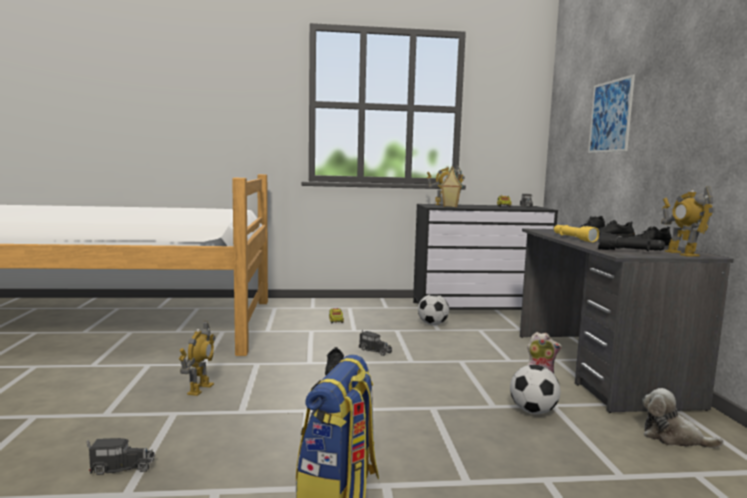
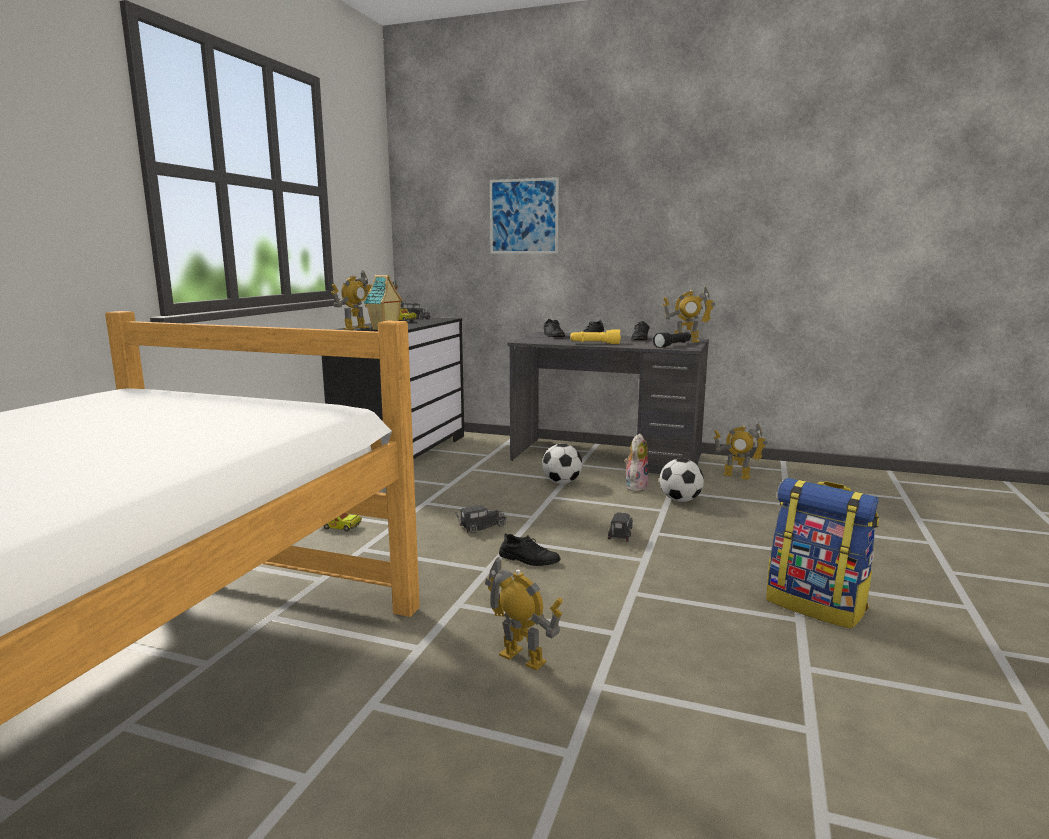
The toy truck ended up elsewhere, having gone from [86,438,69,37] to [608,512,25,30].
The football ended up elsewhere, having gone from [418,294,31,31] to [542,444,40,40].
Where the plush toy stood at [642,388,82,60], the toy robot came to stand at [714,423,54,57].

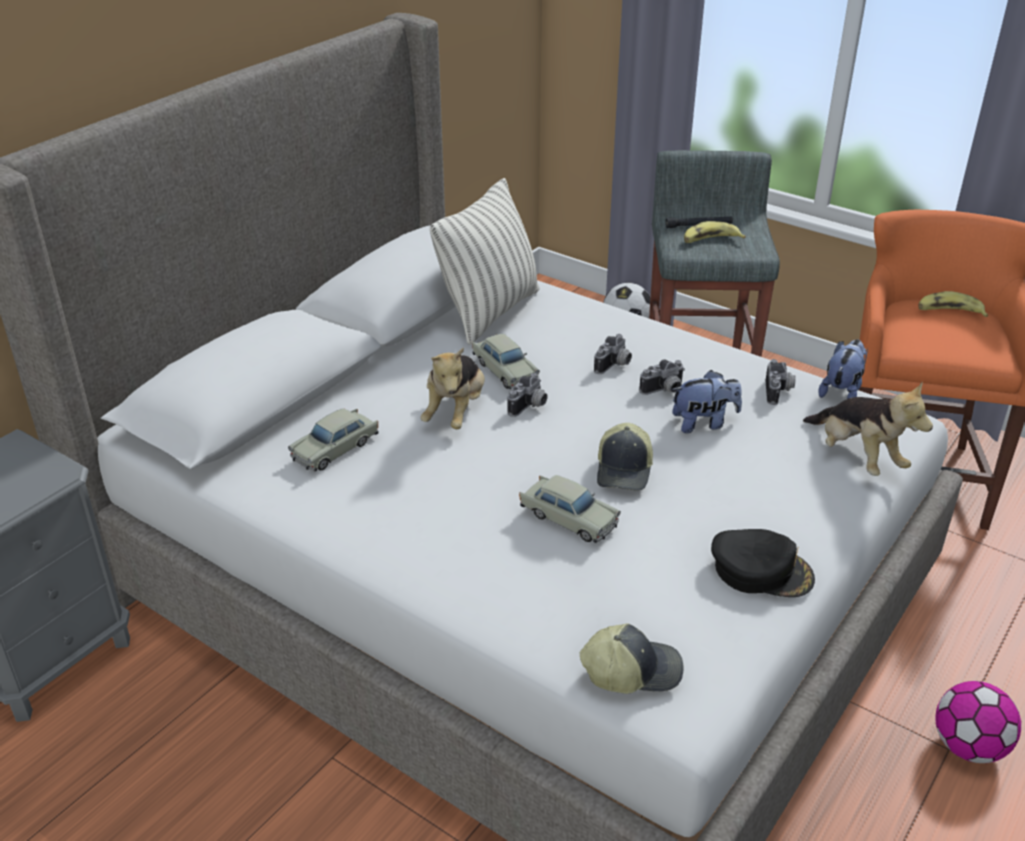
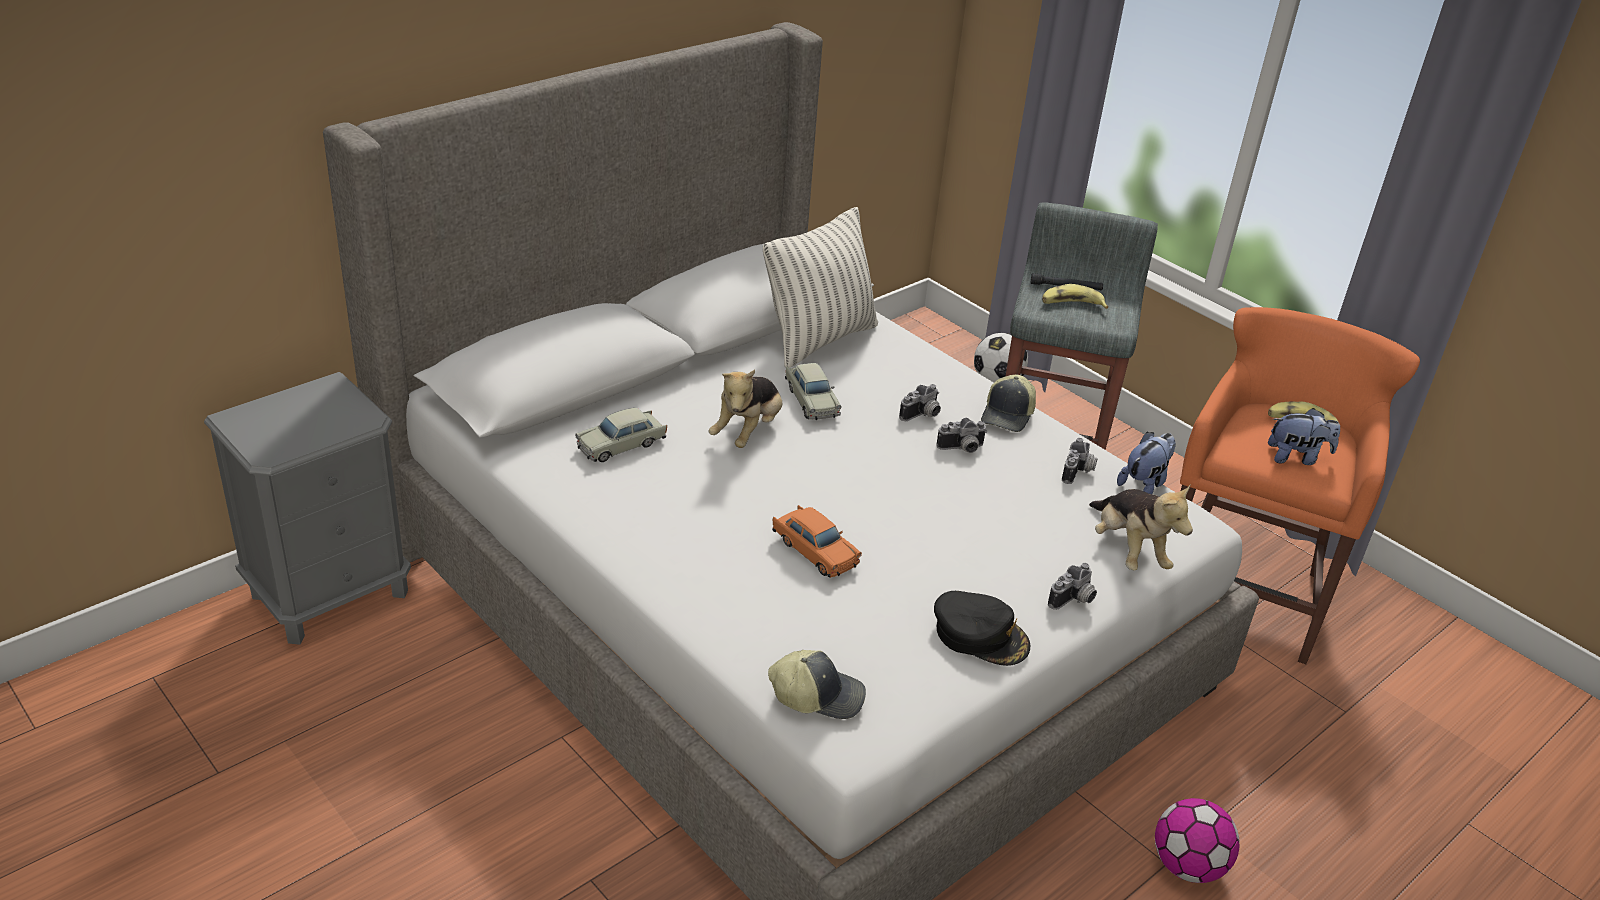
The photo camera ended up elsewhere, having gone from [507,373,41,44] to [1048,563,49,47].
The cap ended up elsewhere, having gone from [597,423,56,68] to [981,375,55,57].
The plush toy ended up elsewhere, having gone from [672,370,70,63] to [1268,408,72,57].
What was the toy car (beige) at [519,475,102,68] turned into the toy car (orange) at [772,505,90,73].

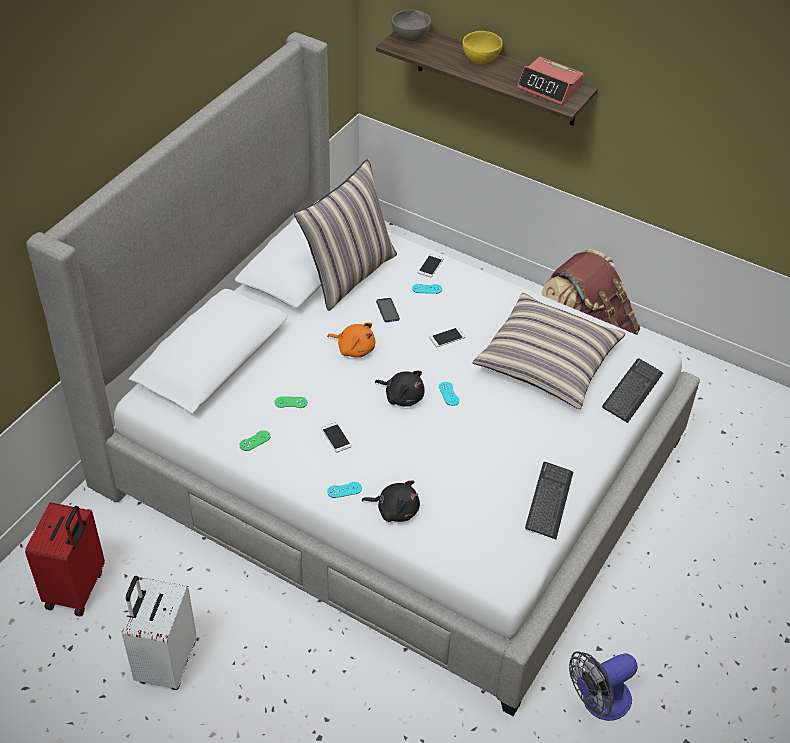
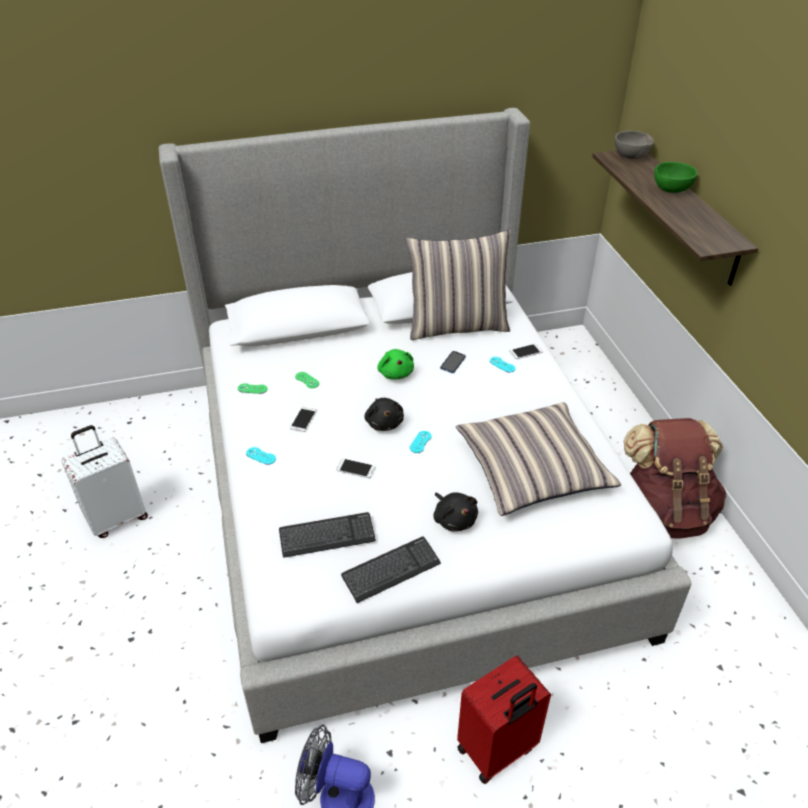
The second view lost the alarm clock at [517,57,66,49].
The suitcase (red) ended up elsewhere, having gone from [25,502,80,114] to [457,656,94,128].
The plush toy (black) ended up elsewhere, having gone from [362,480,58,42] to [434,492,44,40].
The phone ended up elsewhere, having gone from [429,327,36,20] to [336,458,39,20].
The keyboard ended up elsewhere, having gone from [602,358,61,65] to [279,512,97,46].
What was the plush toy (orange) at [327,322,48,36] turned into the plush toy (green) at [377,349,37,31].
What was the bowl (yellow) at [462,31,41,33] turned into the bowl (green) at [654,162,43,31].

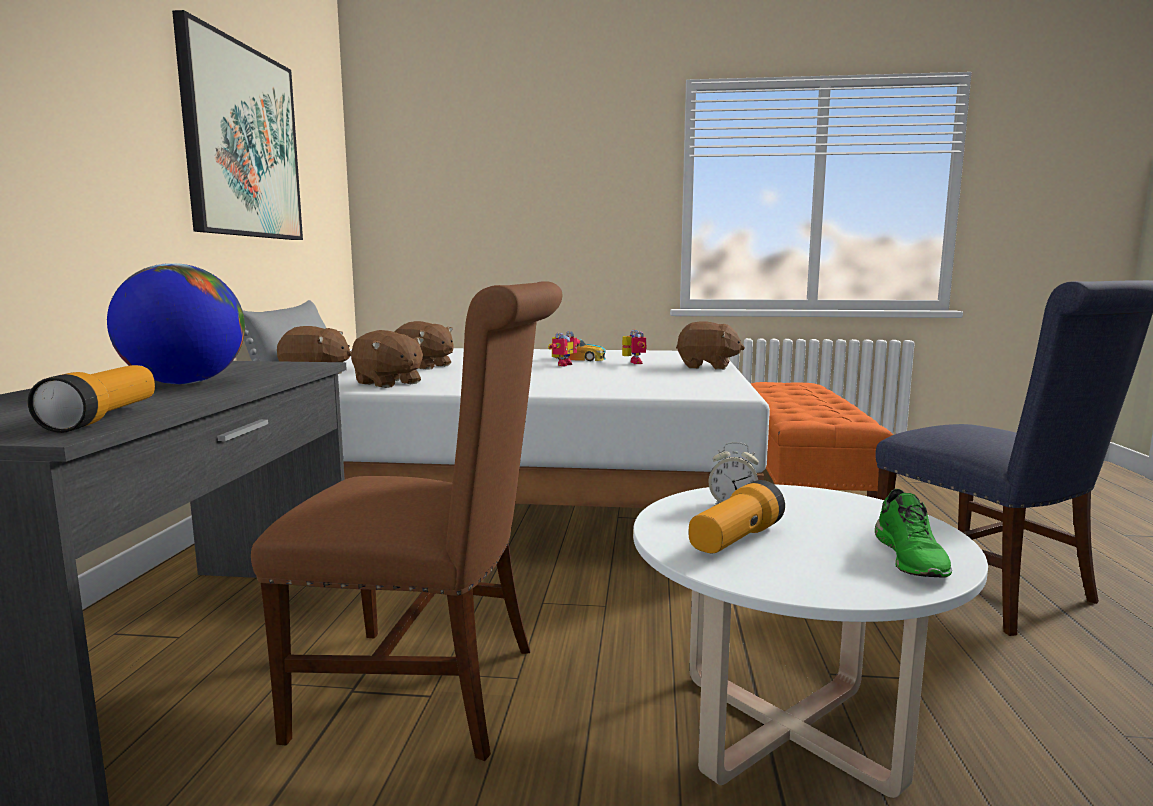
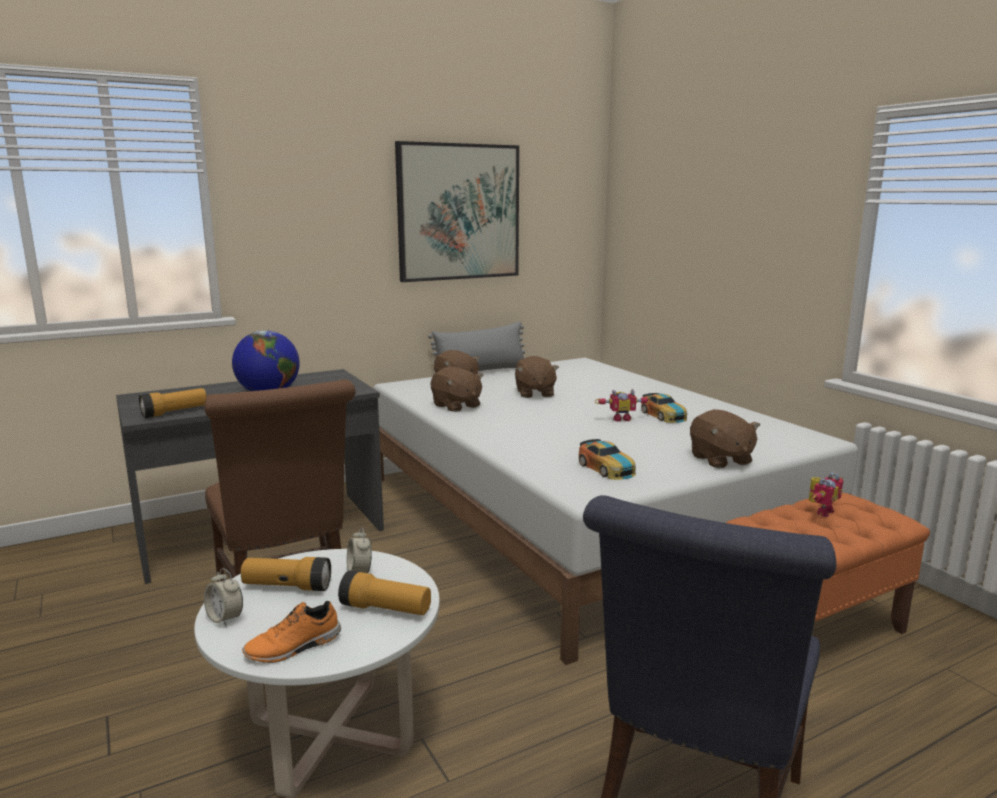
The second view gained the alarm clock at [204,568,39,58].
The second view gained the flashlight at [338,571,93,44].
The second view gained the toy car at [579,439,57,41].
The toy robot ended up elsewhere, having gone from [622,330,25,34] to [809,472,34,45].
What was the shoe (green) at [875,489,77,88] turned into the shoe (orange) at [242,601,99,62].
The plush toy (brown) at [351,330,73,58] ended up facing another way, 45 degrees counterclockwise from before.

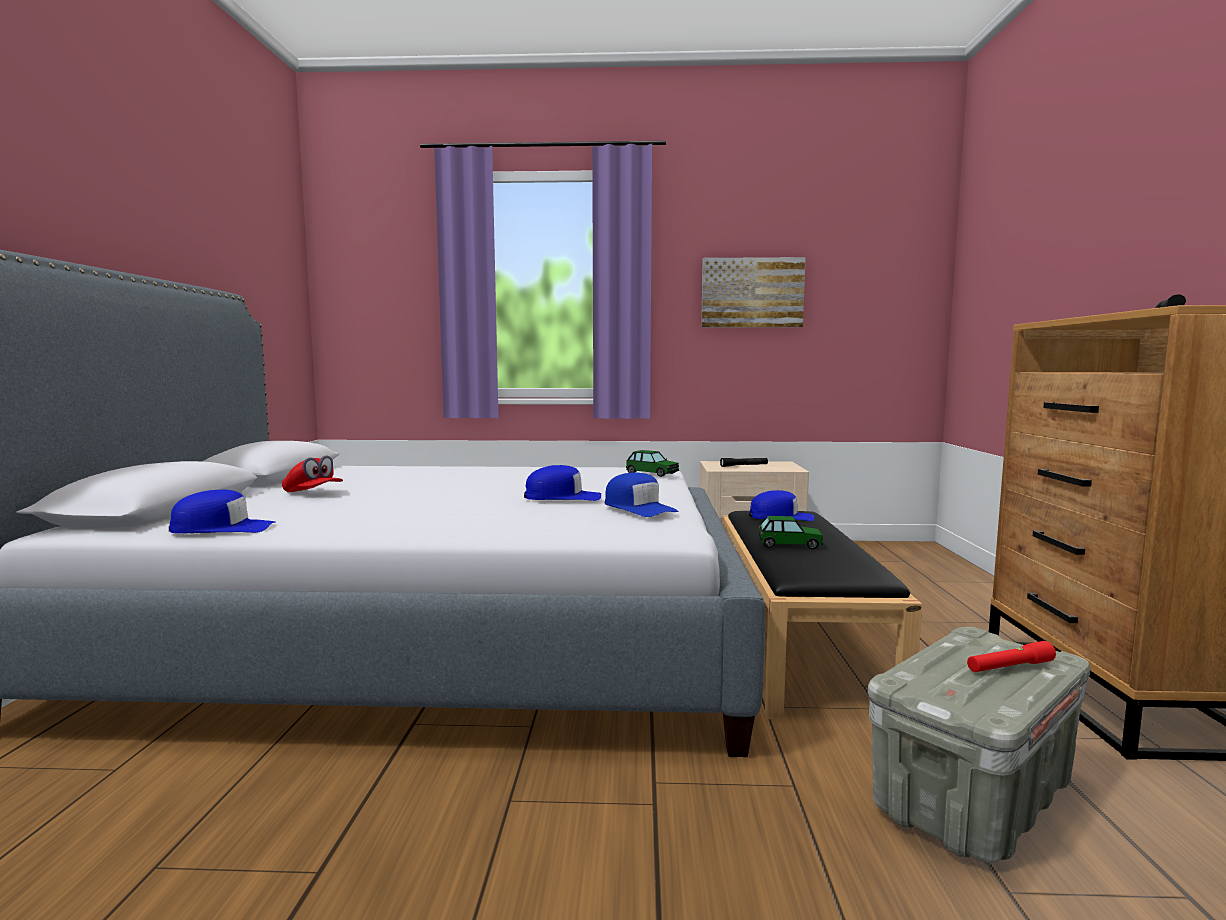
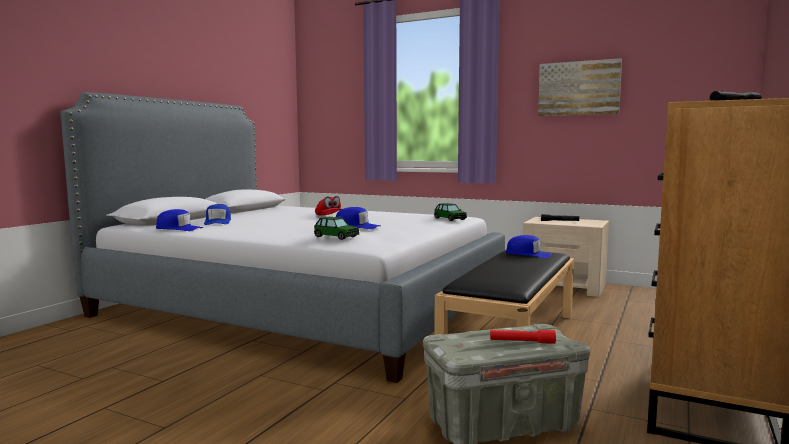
The cap (red) ended up elsewhere, having gone from [282,455,61,37] to [315,196,27,19].
The cap (blue) ended up elsewhere, having gone from [605,472,73,45] to [204,204,27,21].
The toy car ended up elsewhere, having gone from [759,516,64,33] to [314,217,45,23].

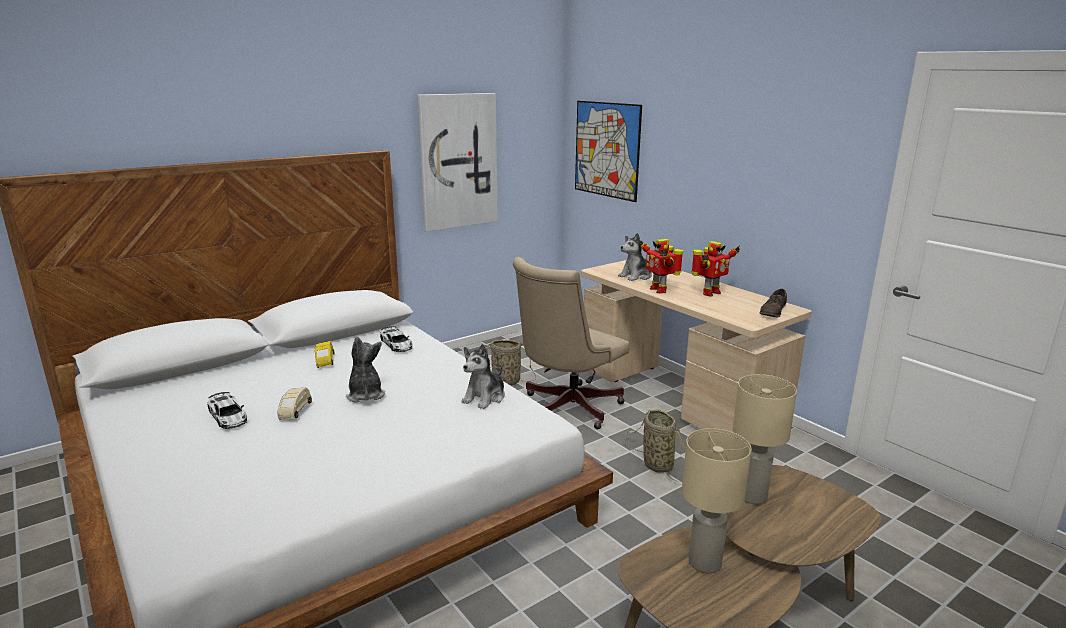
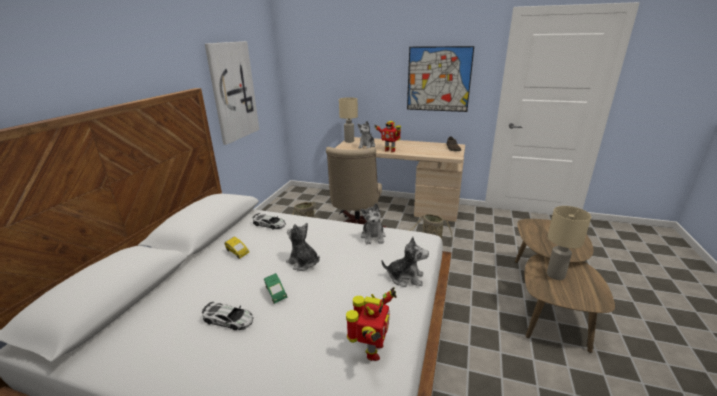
The second view gained the plush toy at [382,237,47,50].
The picture ended up elsewhere, having gone from [575,101,67,101] to [407,46,67,66].
The toy robot ended up elsewhere, having gone from [691,241,49,56] to [346,287,51,74].
The table lamp (beige) ended up elsewhere, having gone from [733,374,64,130] to [339,97,19,46].
What was the toy car (beige) at [277,387,35,32] turned into the toy car (green) at [264,273,23,31].

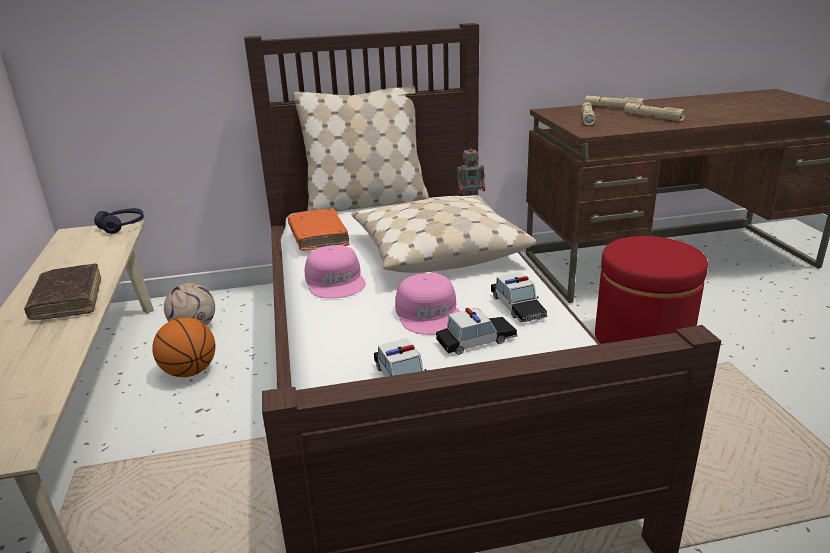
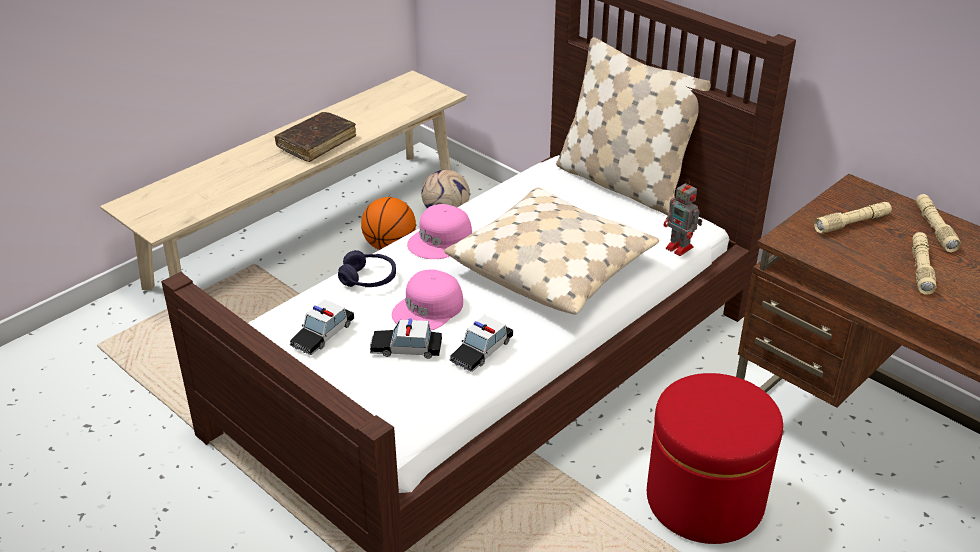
The second view lost the book (orange) at [288,208,61,42].
The headphones (purple) ended up elsewhere, having gone from [94,208,50,26] to [338,250,58,37].
The toy car at [436,308,82,47] ended up facing another way, 150 degrees clockwise from before.

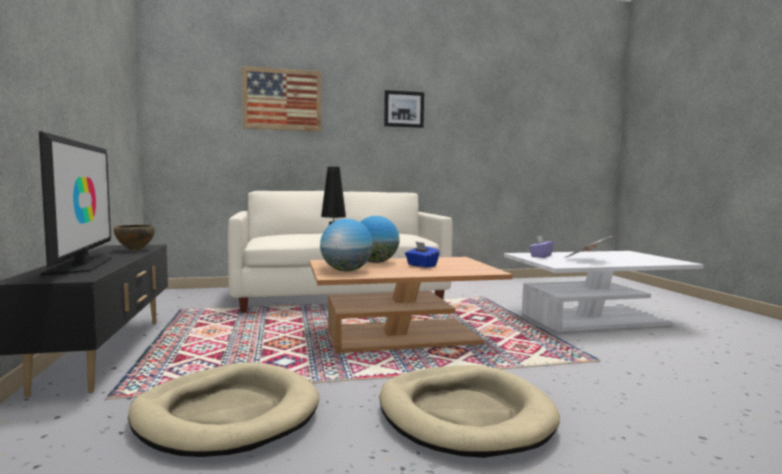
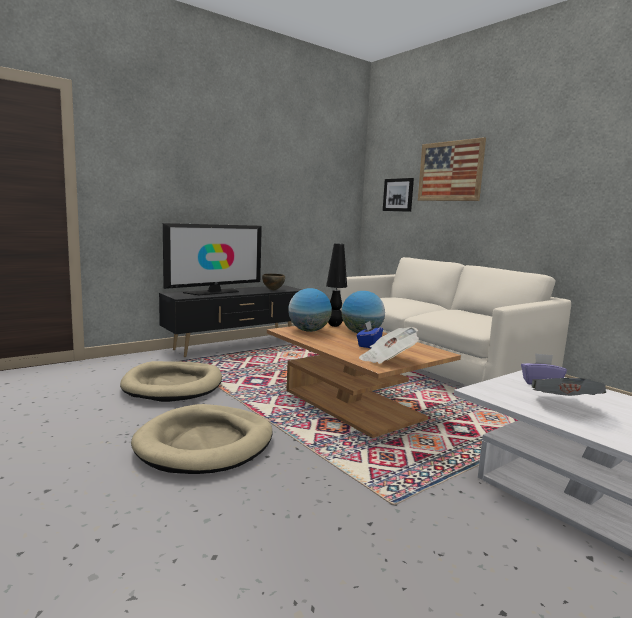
The second view gained the newspaper at [359,327,60,37].
The picture ended up elsewhere, having gone from [384,90,40,38] to [383,178,31,34].

